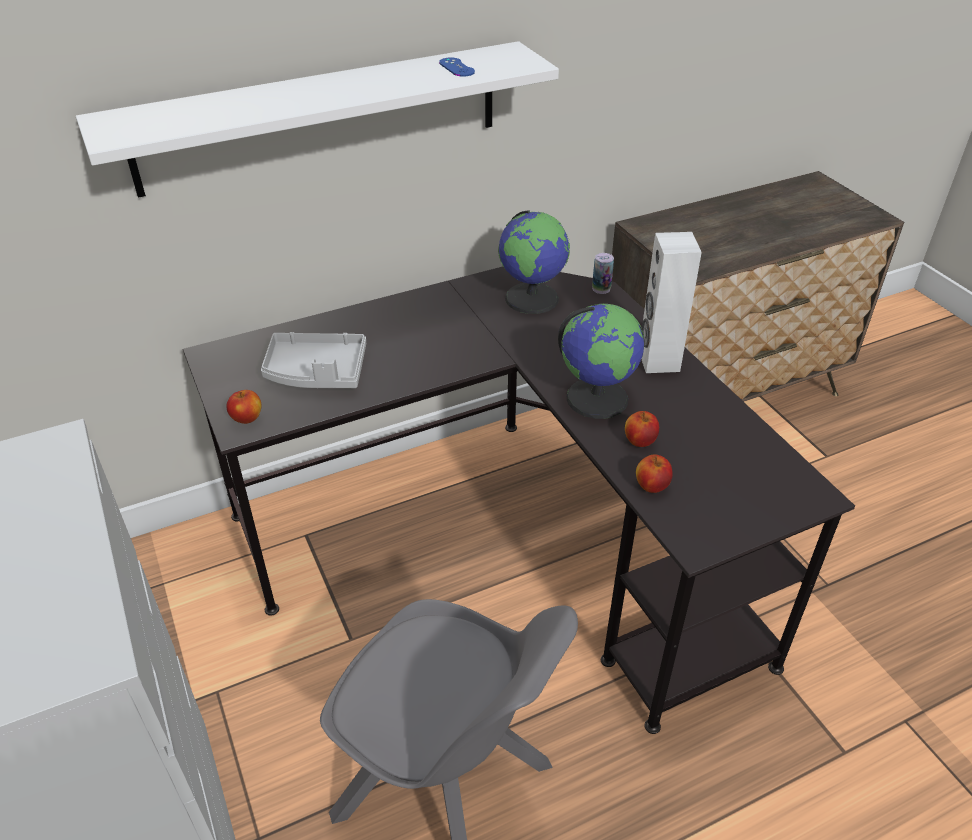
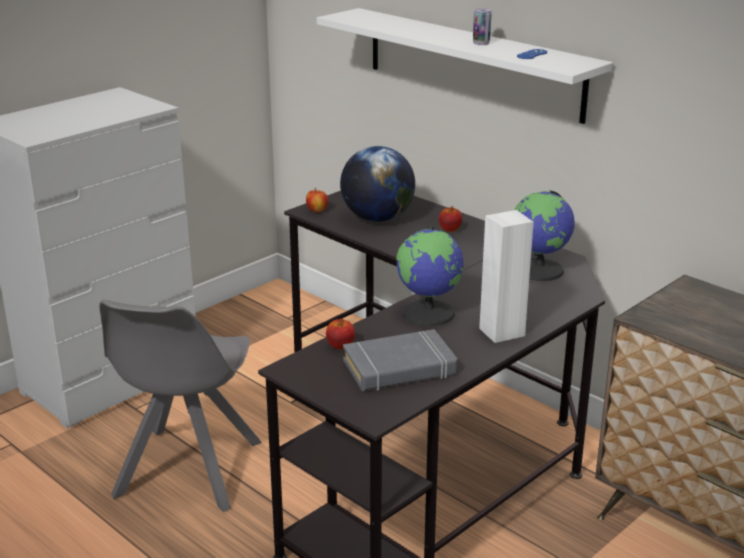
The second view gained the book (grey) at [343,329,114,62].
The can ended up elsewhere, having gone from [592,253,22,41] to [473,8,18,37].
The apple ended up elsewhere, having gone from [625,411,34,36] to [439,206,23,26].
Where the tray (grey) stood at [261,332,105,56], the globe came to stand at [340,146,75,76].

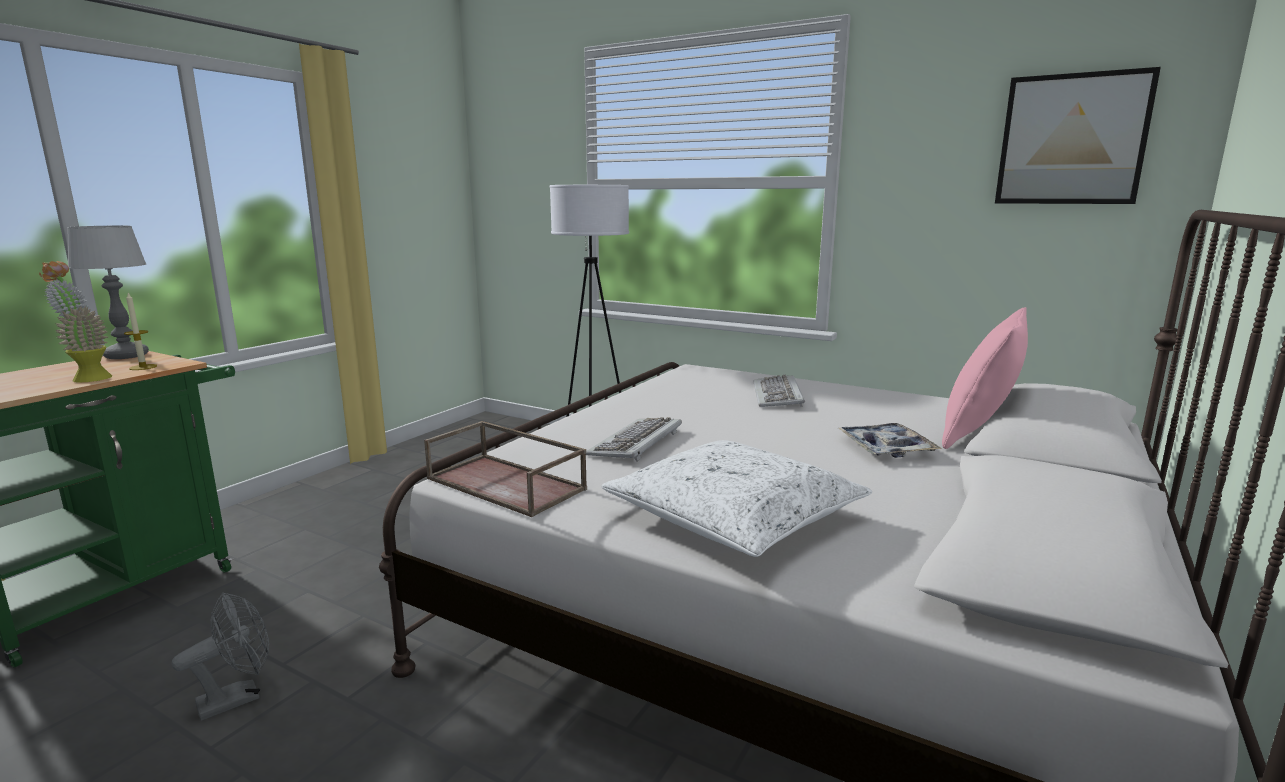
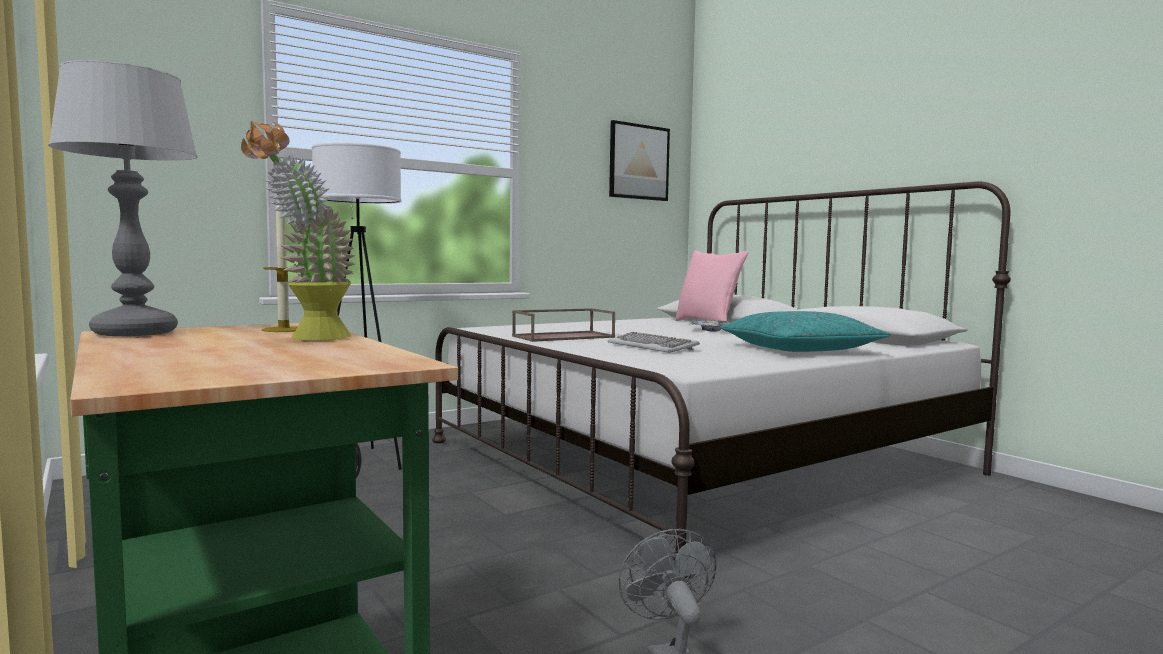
The second view lost the keyboard at [753,375,52,32].
The tray (brown) ended up elsewhere, having gone from [424,421,163,96] to [512,308,103,34].
What was the pillow (white) at [601,440,271,117] turned into the pillow (turquoise) at [720,311,170,41].

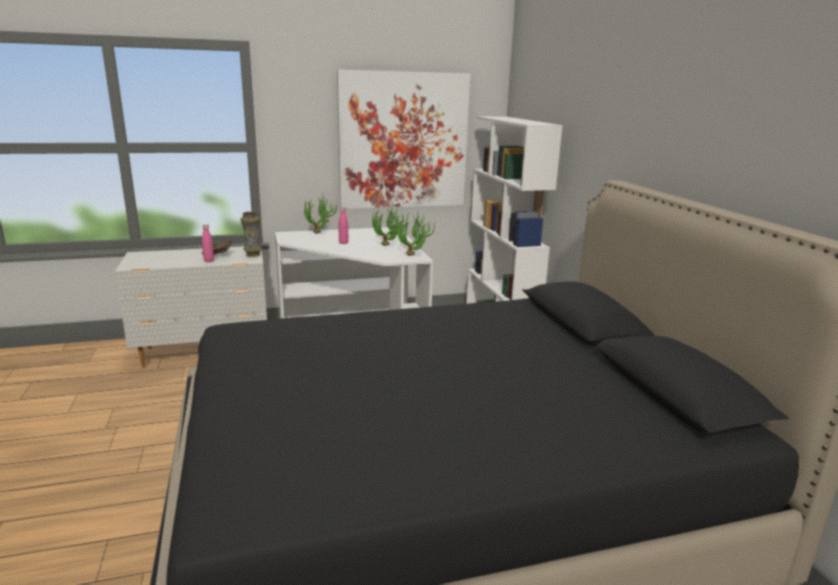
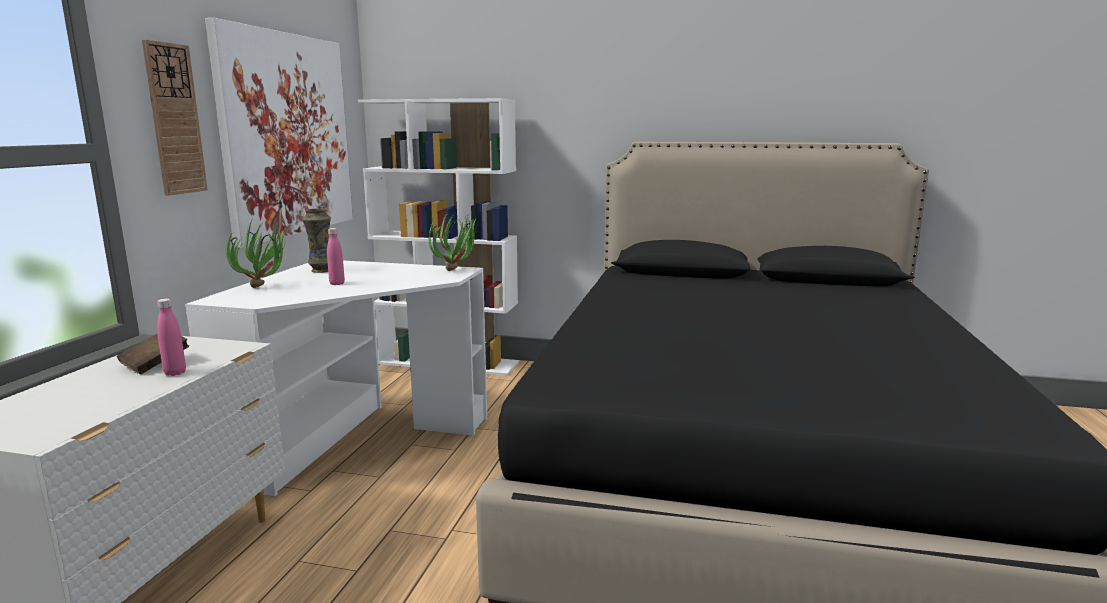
The second view lost the potted plant at [372,207,37,39].
The second view gained the wall clock at [142,39,66,157].
The vase ended up elsewhere, having gone from [240,212,22,45] to [302,208,29,65].

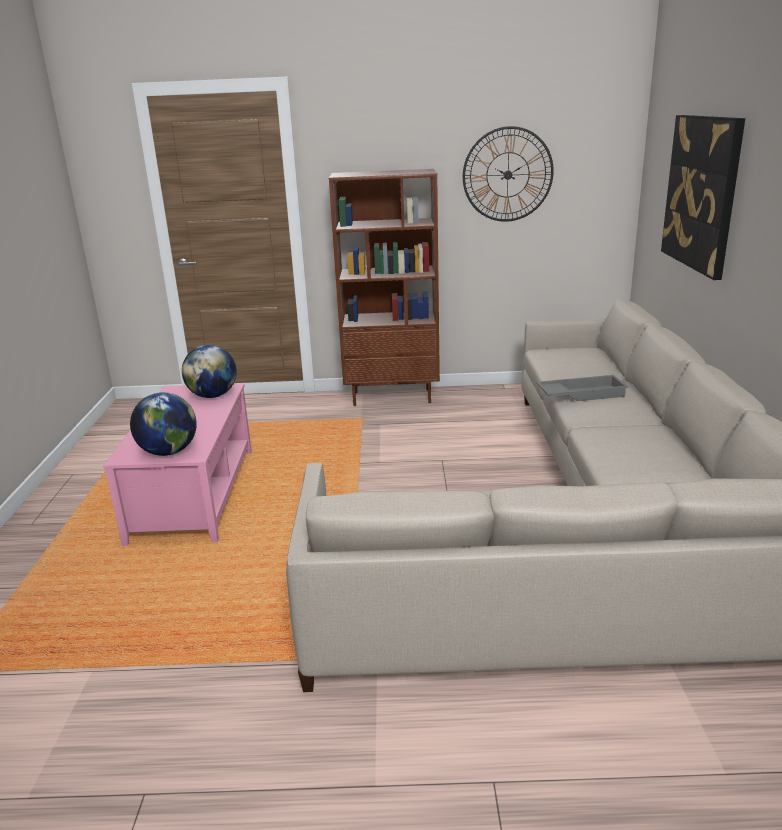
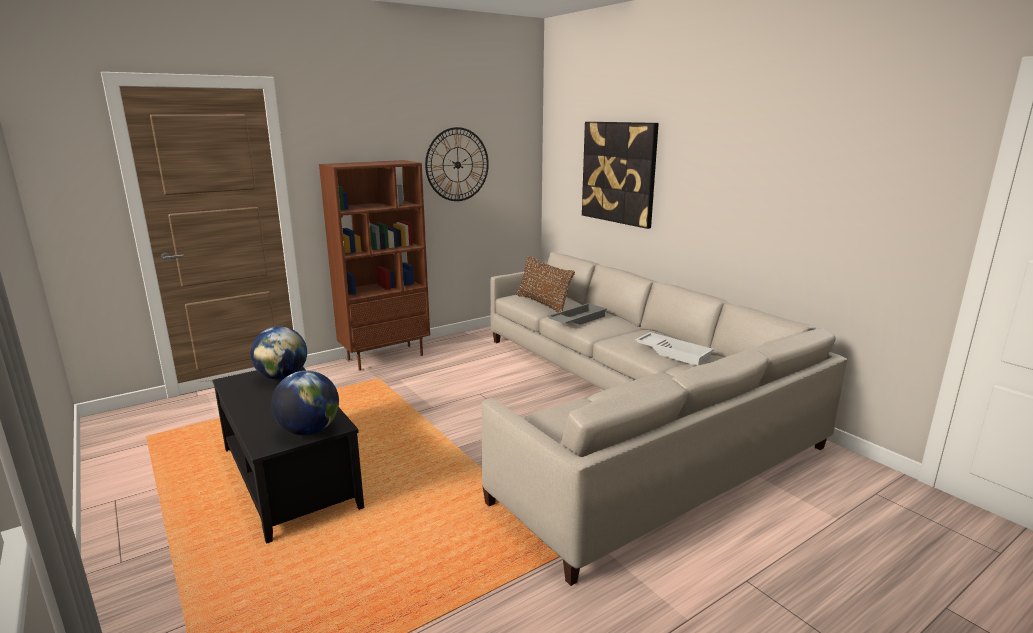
The second view gained the pillow (brown) at [516,255,59,58].
The second view gained the tray (white) at [635,332,79,34].
What was the coffee table (pink) at [103,383,149,163] turned into the coffee table (black) at [212,367,152,177].

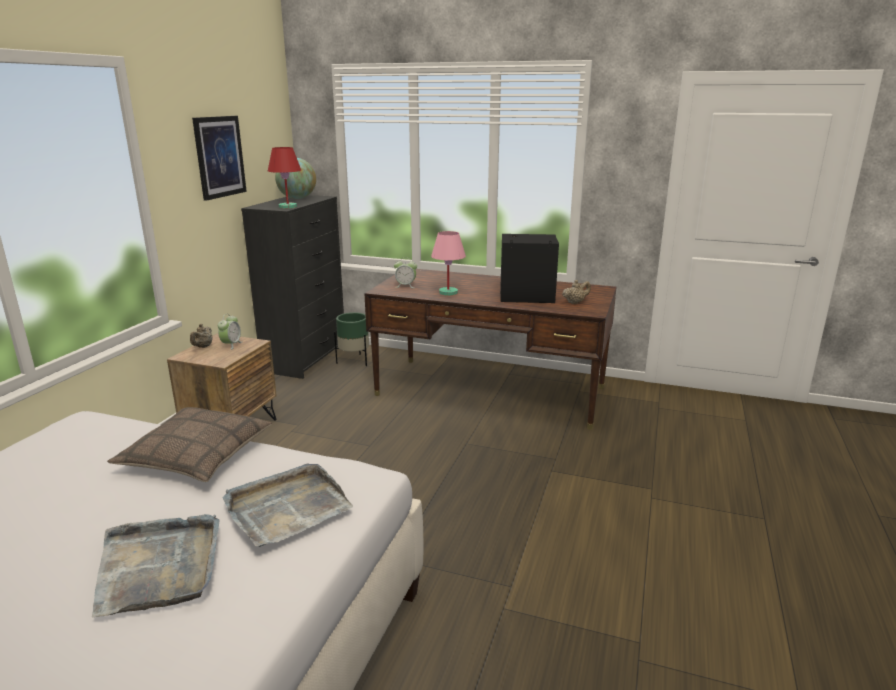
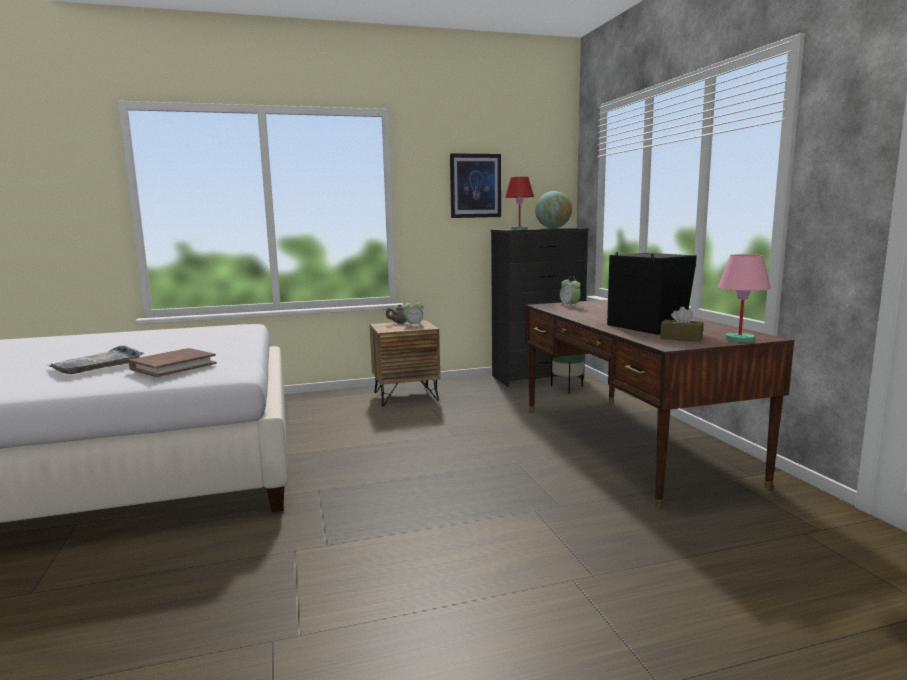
The second view lost the pillow at [107,407,165,75].
The table lamp (pink) ended up elsewhere, having gone from [431,231,35,65] to [718,254,53,88].
Where the tray (grey) stood at [223,463,130,84], the book (brown) came to stand at [129,348,88,29].
Where the teapot (beige) stood at [562,280,29,24], the tissue box (brown) came to stand at [660,307,43,35].

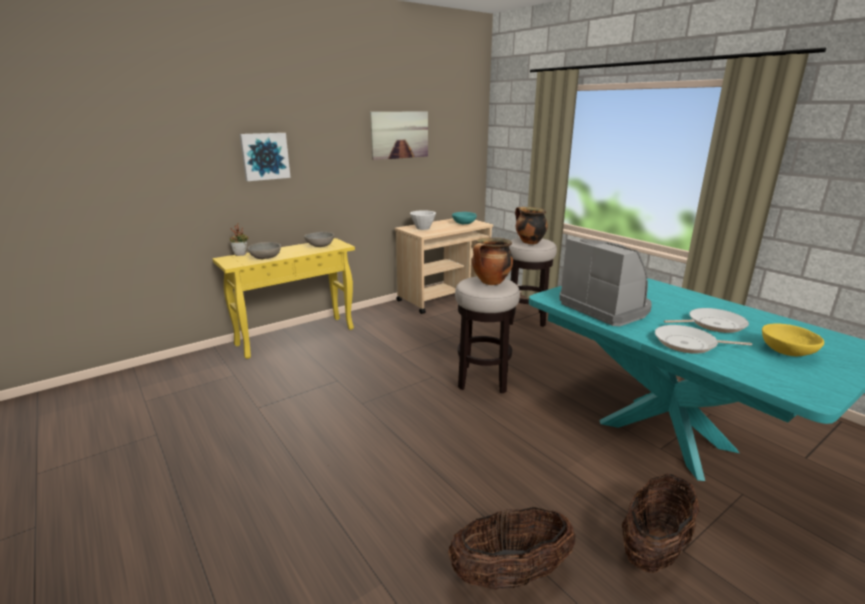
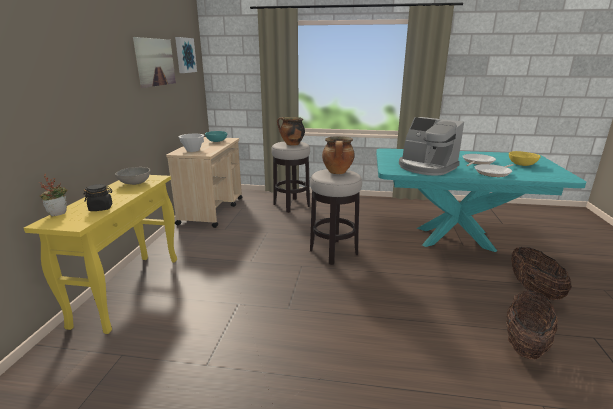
The picture ended up elsewhere, having gone from [239,133,52,48] to [175,37,22,36].
Where the bowl (grey) stood at [248,242,33,17], the jar (black) came to stand at [83,184,30,27].
The coffee machine at [559,238,93,88] ended up facing another way, 150 degrees counterclockwise from before.

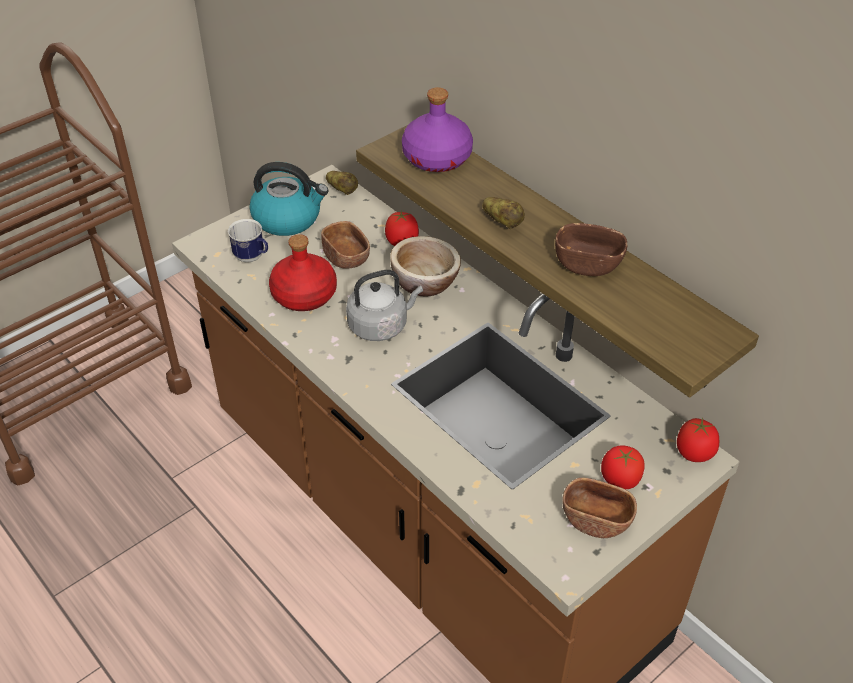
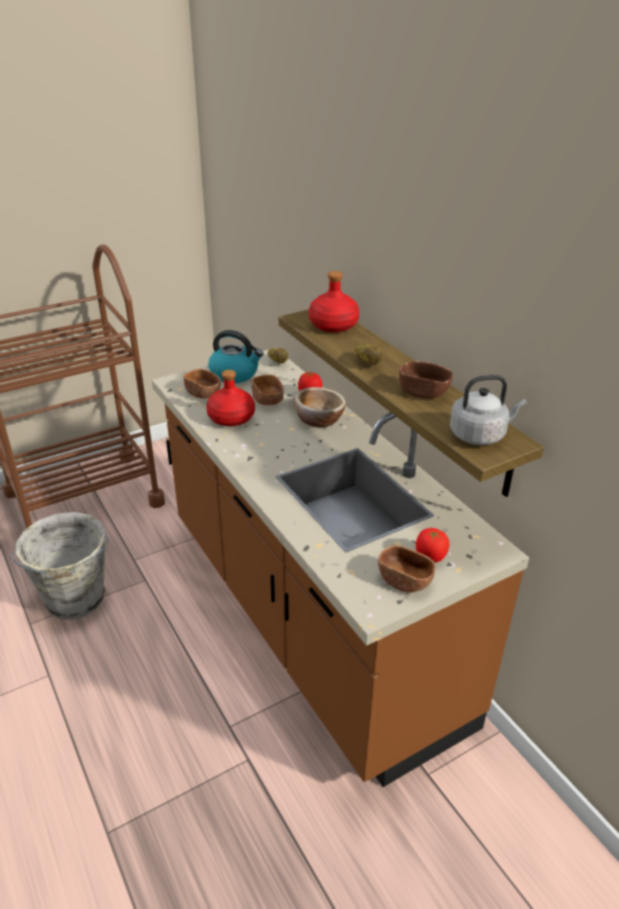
The second view lost the tomato at [677,417,42,45].
The second view gained the bucket (grey) at [10,512,99,108].
The kettle (grey) ended up elsewhere, having gone from [346,270,77,71] to [450,375,77,70].
Where the mug stood at [228,219,40,44], the bowl (brown) came to stand at [183,369,38,30].
What was the bottle (purple) at [402,87,71,85] turned into the bottle (red) at [309,271,51,62].

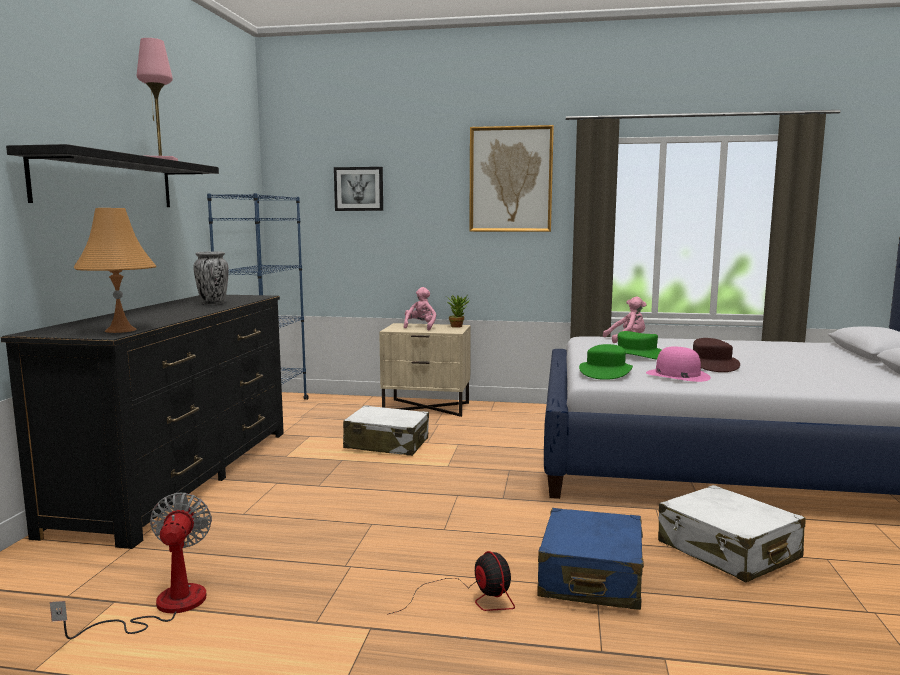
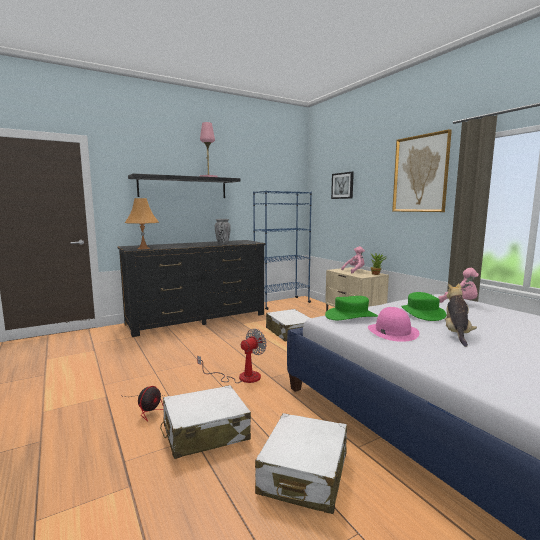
The fan ended up elsewhere, having gone from [50,492,162,147] to [197,329,70,54].
Where the hat (brown) stood at [693,338,47,34], the plush toy came to stand at [445,283,32,64].
What was the suitcase (blue) at [537,508,107,102] turned into the suitcase (white) at [160,385,91,74].

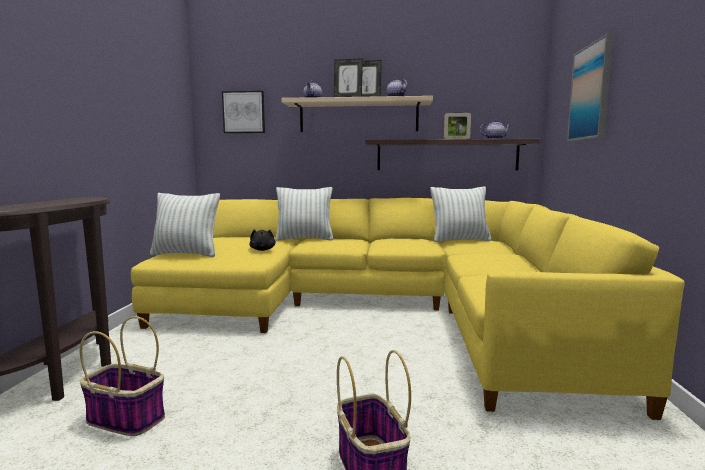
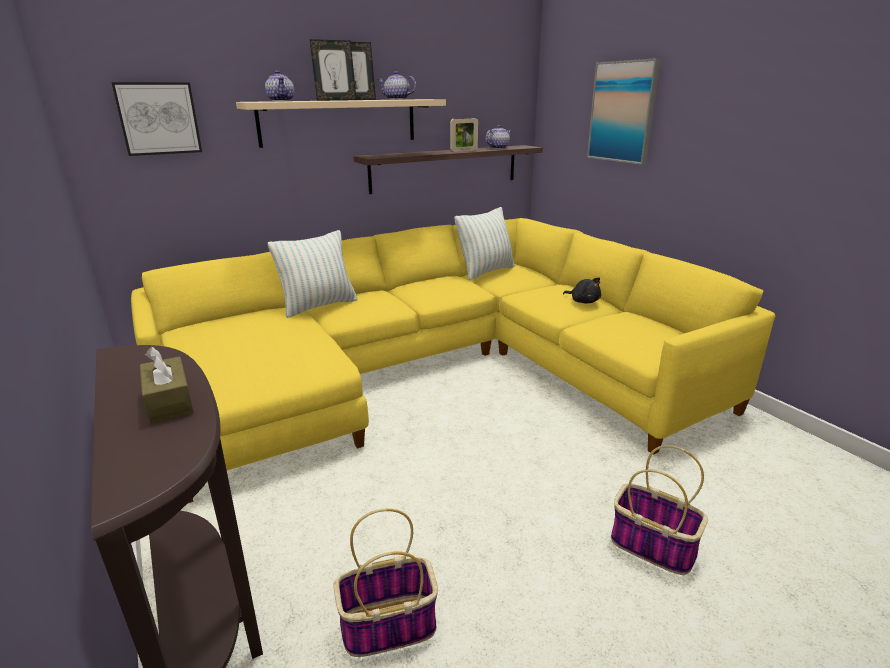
The second view lost the pillow at [150,193,70,64].
The second view gained the tissue box (brown) at [140,347,54,77].
The plush toy (black) ended up elsewhere, having gone from [249,229,27,22] to [563,277,38,27].

